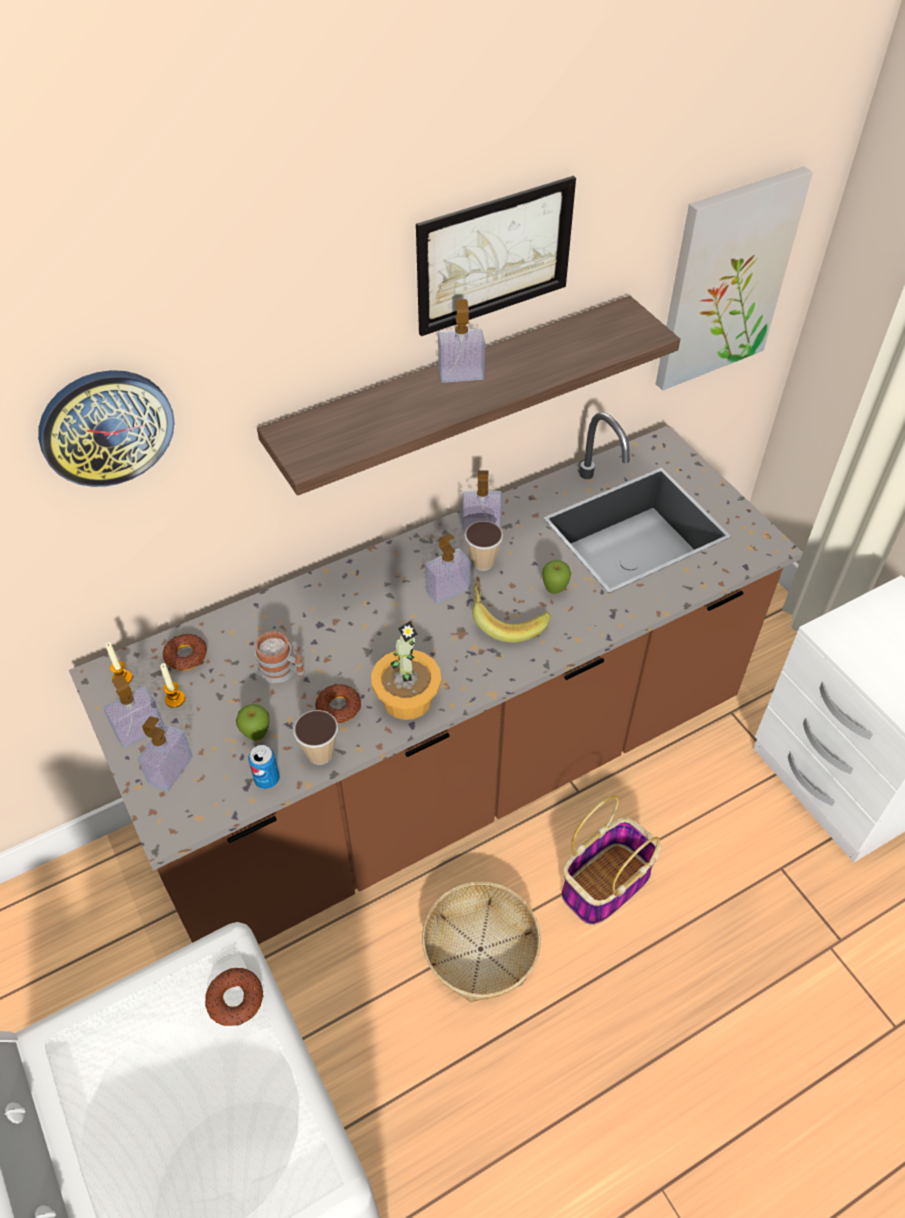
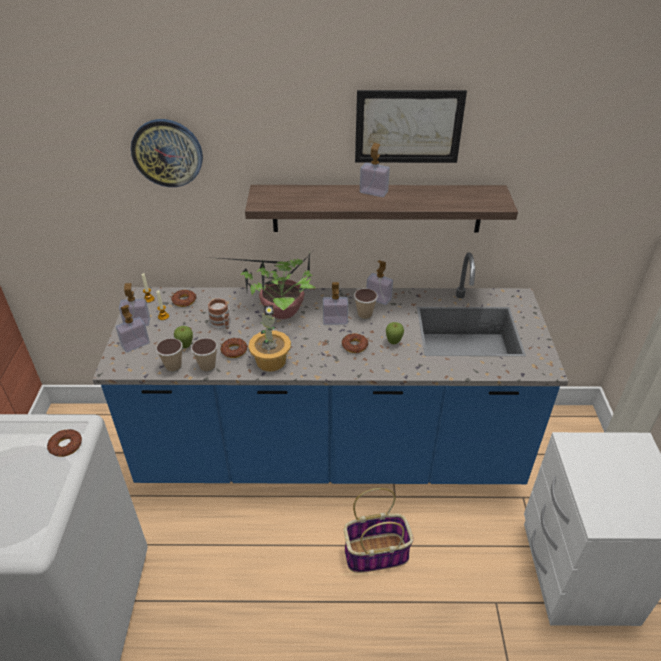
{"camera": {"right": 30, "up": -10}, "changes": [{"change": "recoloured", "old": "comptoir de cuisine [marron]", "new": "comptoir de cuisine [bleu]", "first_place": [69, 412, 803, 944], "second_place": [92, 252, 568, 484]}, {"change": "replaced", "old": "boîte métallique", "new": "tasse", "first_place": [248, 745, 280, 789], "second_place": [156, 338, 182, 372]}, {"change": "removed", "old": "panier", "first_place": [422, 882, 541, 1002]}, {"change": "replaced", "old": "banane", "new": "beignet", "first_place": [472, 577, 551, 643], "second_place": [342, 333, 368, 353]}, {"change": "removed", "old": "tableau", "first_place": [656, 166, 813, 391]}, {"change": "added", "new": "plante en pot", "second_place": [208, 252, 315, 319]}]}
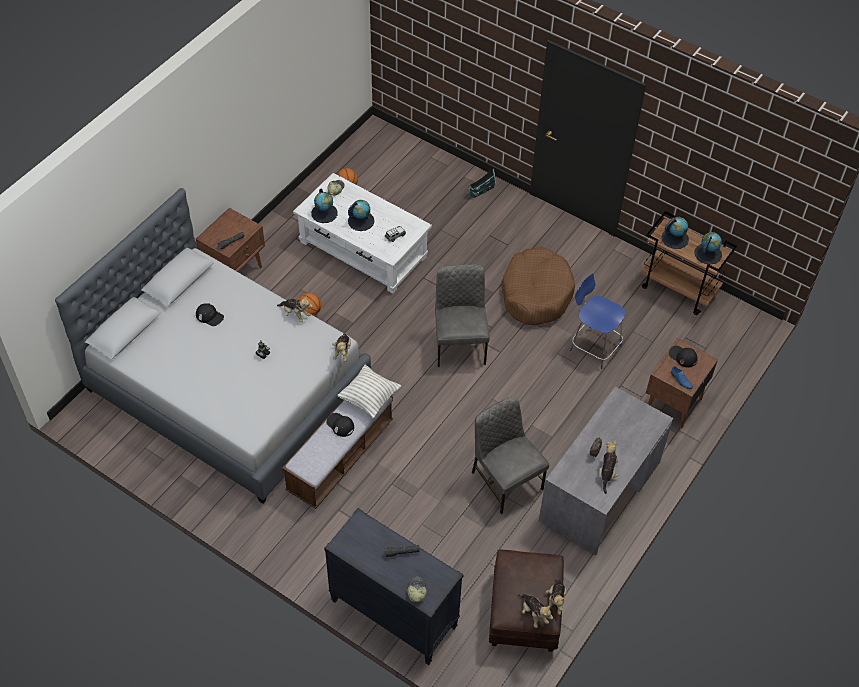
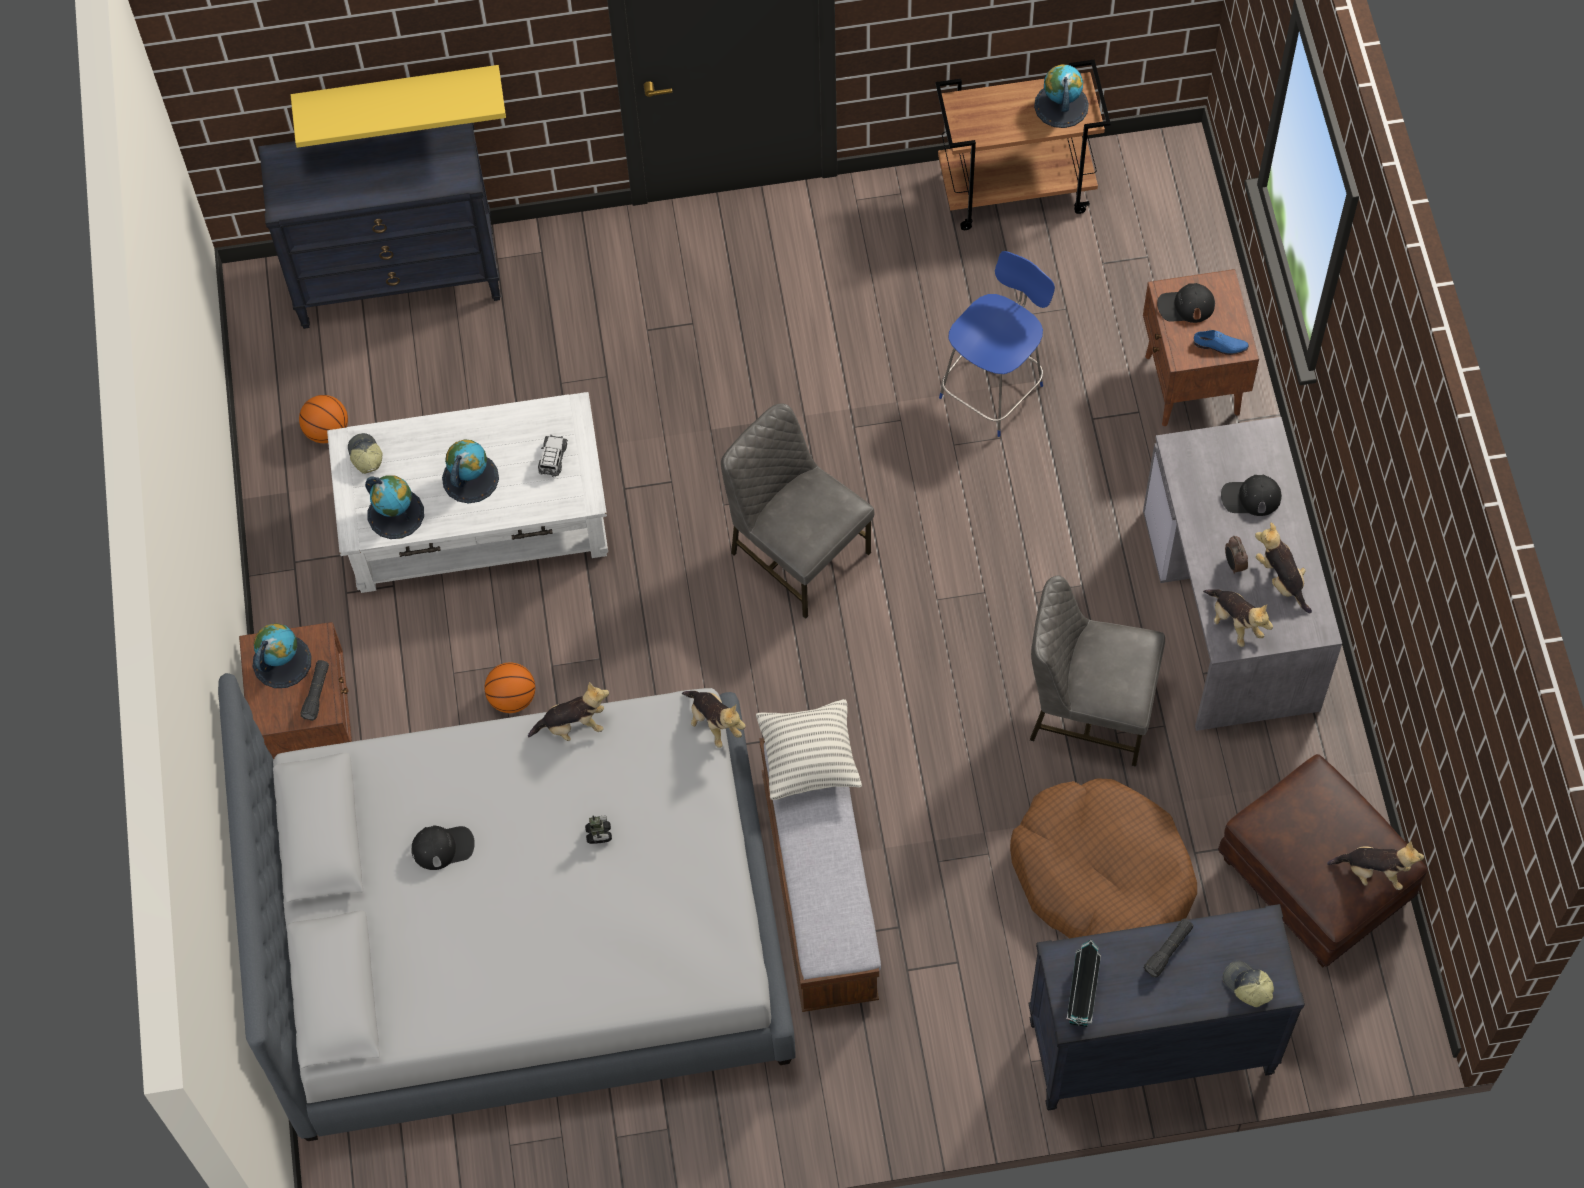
{"camera": {"right": -40, "up": 10}, "changes": [{"change": "moved", "old": "casquette [noir]", "first_place": [326, 413, 354, 437], "second_place": [1221, 474, 1282, 516]}, {"change": "moved", "old": "maison miniature", "first_place": [469, 168, 496, 198], "second_place": [1067, 939, 1101, 1027]}, {"change": "moved", "old": "panier pour chien [marron]", "first_place": [501, 246, 575, 326], "second_place": [1010, 778, 1197, 938]}, {"change": "moved", "old": "peluche", "first_place": [545, 578, 567, 615], "second_place": [1203, 589, 1273, 647]}, {"change": "turned", "old": "chaise [bleu]", "first_place": [570, 273, 625, 369], "second_place": [939, 251, 1055, 437], "degrees": 135}, {"change": "moved", "old": "globe", "first_place": [662, 217, 689, 249], "second_place": [253, 623, 312, 688]}, {"change": "added", "new": "commode [noir]", "second_place": [258, 123, 501, 329]}, {"change": "added", "new": "étagère [jaune]", "second_place": [291, 65, 506, 148]}]}
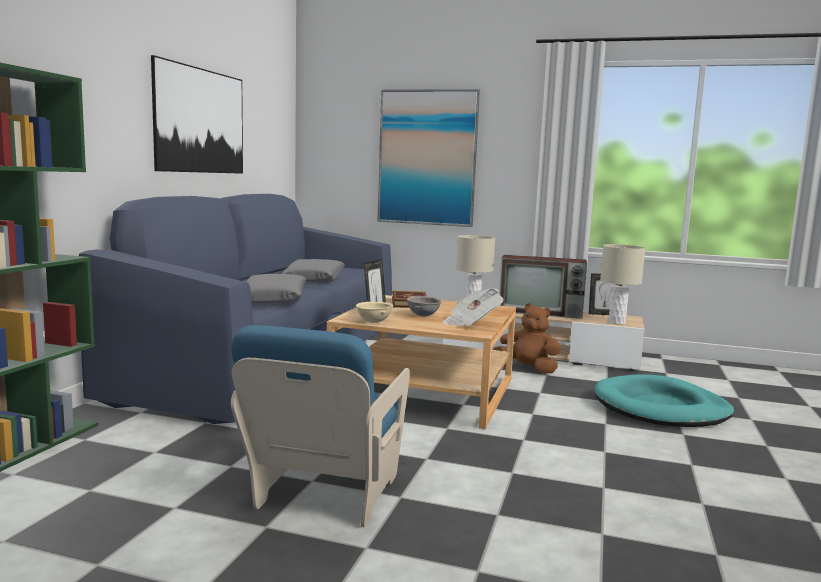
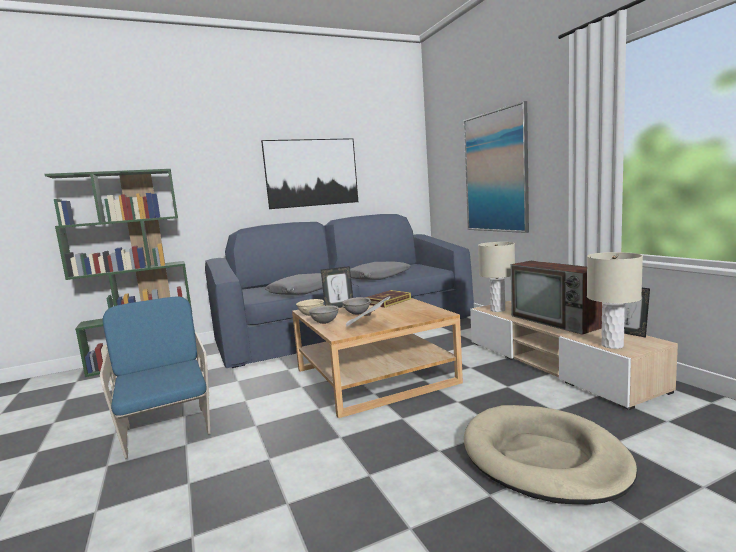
{"camera": {"right": 50, "up": 0}, "changes": [{"change": "turned", "old": "fauteuil [bleu]", "first_place": [231, 325, 410, 527], "second_place": [100, 297, 210, 459], "degrees": 90}, {"change": "removed", "old": "peluche [marron]", "first_place": [493, 303, 561, 373]}, {"change": "recoloured", "old": "panier pour chien [turquoise]", "new": "panier pour chien [beige]", "first_place": [595, 375, 734, 427], "second_place": [464, 405, 637, 504]}, {"change": "added", "new": "bol [gris]", "second_place": [309, 306, 339, 324]}]}
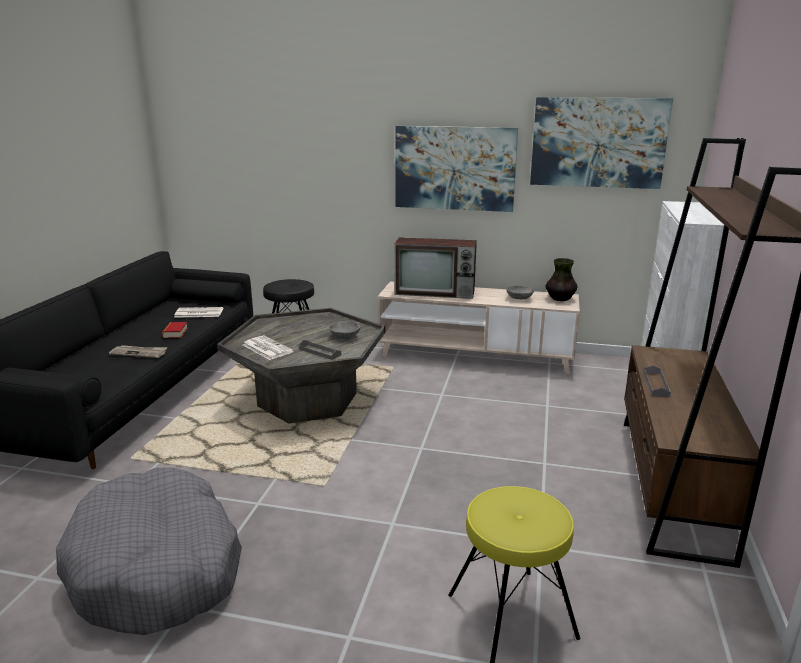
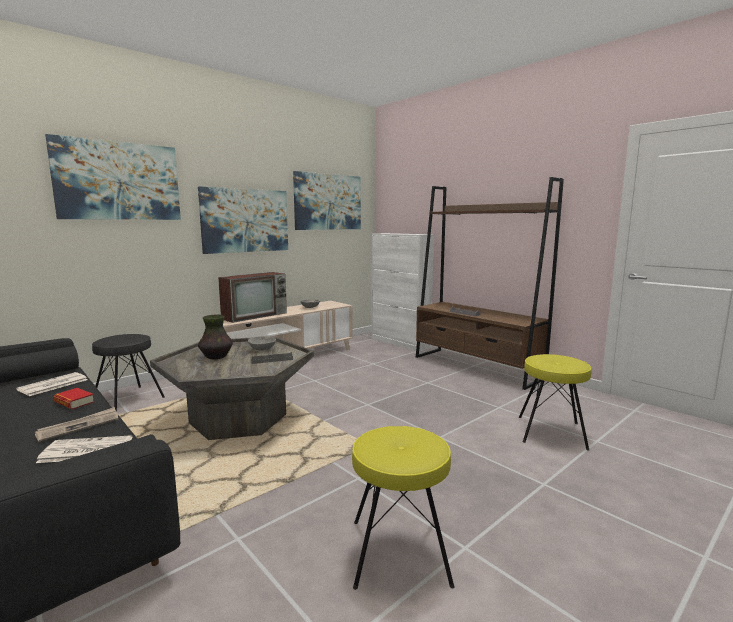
{"camera": {"right": -55, "up": -10}, "changes": [{"change": "replaced", "old": "panier pour chien [gris]", "new": "tabouret [jaune]", "first_place": [56, 467, 242, 635], "second_place": [352, 426, 454, 590]}, {"change": "moved", "old": "journal", "first_place": [243, 336, 293, 360], "second_place": [36, 435, 132, 463]}, {"change": "moved", "old": "vase", "first_place": [545, 258, 578, 301], "second_place": [198, 315, 233, 359]}, {"change": "added", "new": "tableau", "second_place": [45, 134, 181, 220]}]}
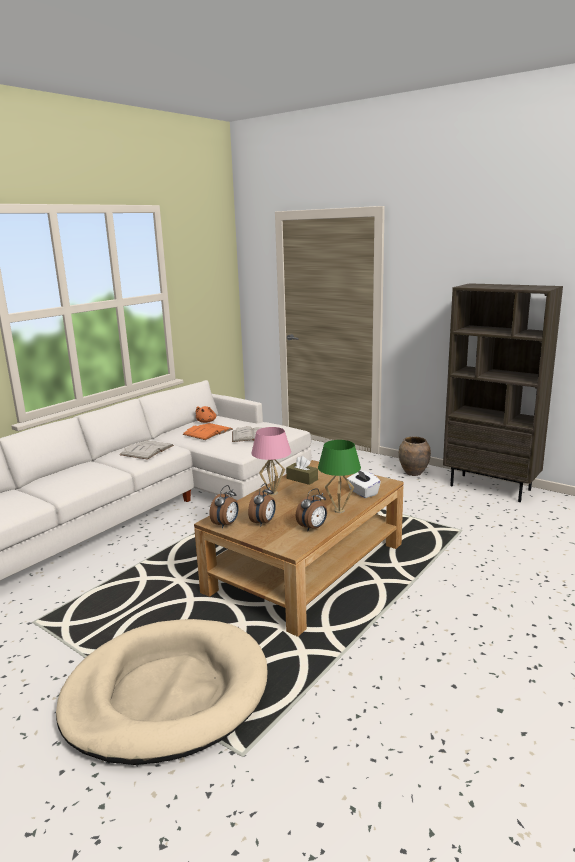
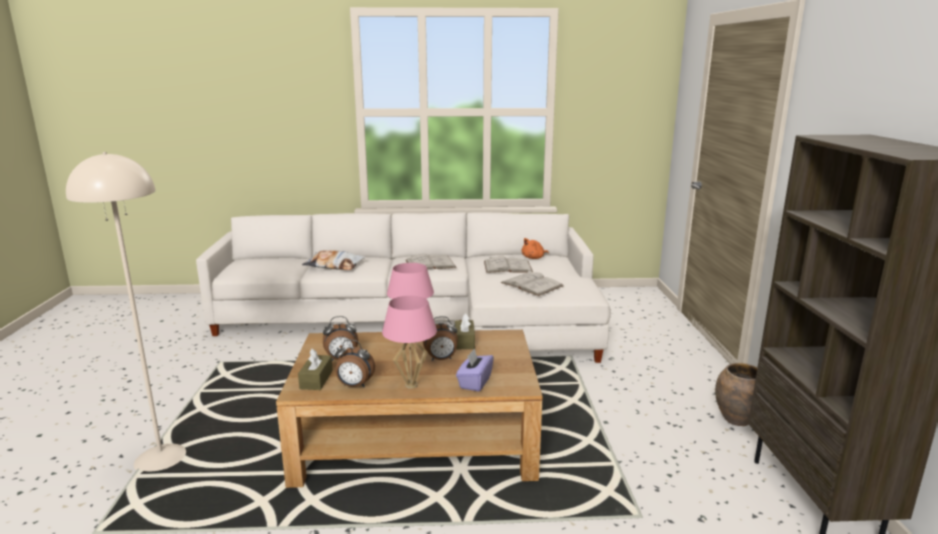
{"camera": {"right": 50, "up": 0}, "changes": [{"change": "replaced", "old": "panier pour chien [beige]", "new": "lampadaire [beige]", "first_place": [56, 619, 268, 765], "second_place": [66, 152, 186, 471]}, {"change": "recoloured", "old": "livre [orange]", "new": "livre [blanc]", "first_place": [182, 423, 233, 440], "second_place": [484, 256, 533, 273]}, {"change": "moved", "old": "réveil", "first_place": [209, 485, 239, 528], "second_place": [423, 316, 458, 361]}, {"change": "recoloured", "old": "lampe de table [vert]", "new": "lampe de table [rose]", "first_place": [318, 440, 361, 513], "second_place": [382, 296, 437, 389]}, {"change": "recoloured", "old": "boîte à mouchoirs [blanc]", "new": "boîte à mouchoirs [violet]", "first_place": [347, 471, 381, 498], "second_place": [456, 348, 494, 392]}, {"change": "added", "new": "boîte à mouchoirs [marron]", "second_place": [298, 348, 333, 390]}, {"change": "added", "new": "coussin", "second_place": [302, 250, 366, 270]}]}
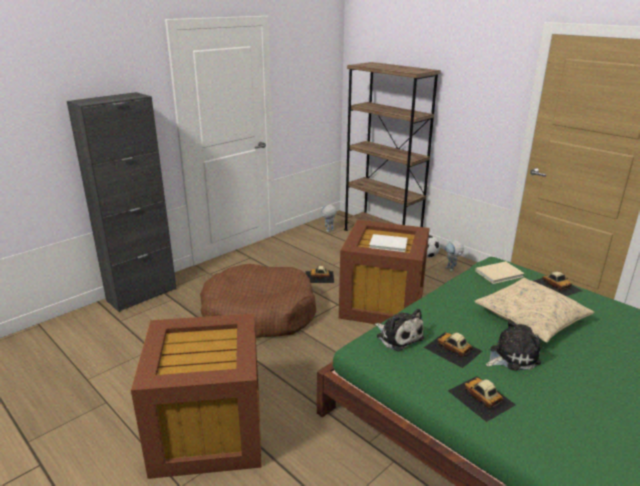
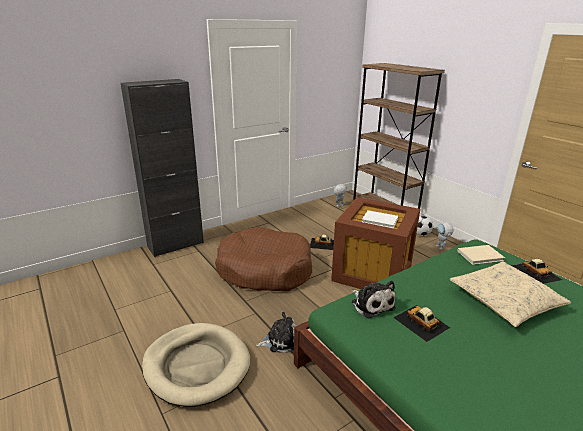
{"camera": {"right": 10, "up": 0}, "changes": [{"change": "replaced", "old": "boîte de rangement [marron]", "new": "panier pour chien [beige]", "first_place": [131, 313, 262, 479], "second_place": [142, 323, 250, 407]}, {"change": "removed", "old": "petite voiture", "first_place": [448, 376, 516, 422]}, {"change": "moved", "old": "peluche", "first_place": [486, 319, 541, 371], "second_place": [256, 312, 296, 353]}]}
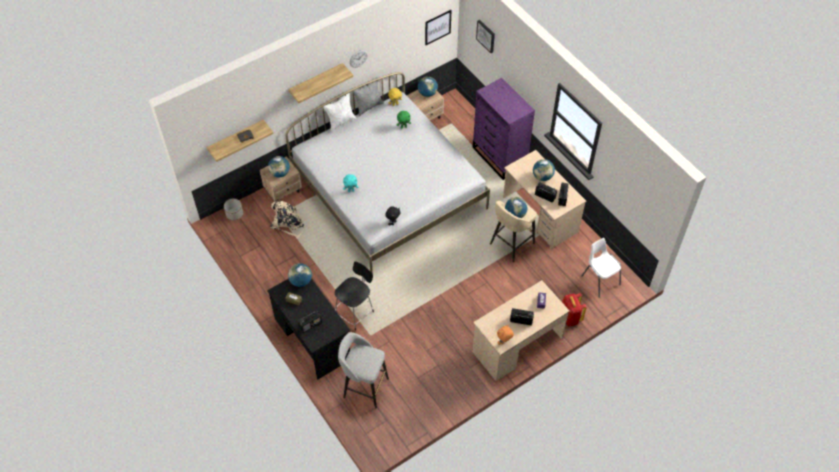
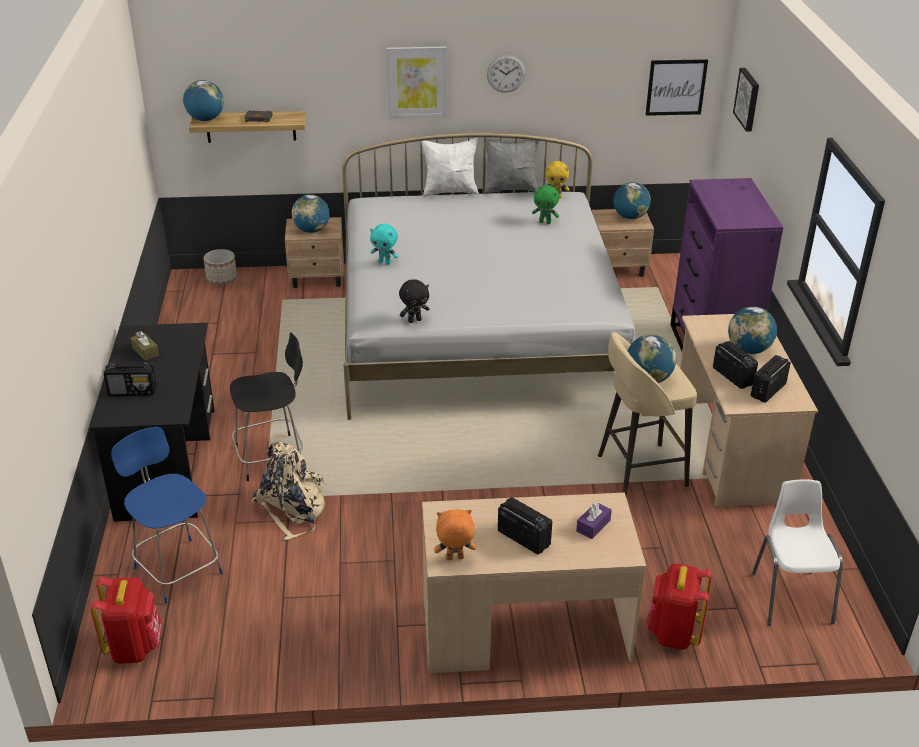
{"camera": {"right": 30, "up": -20}, "changes": [{"change": "moved", "old": "sac à dos [beige]", "first_place": [270, 201, 304, 239], "second_place": [252, 442, 328, 540]}, {"change": "replaced", "old": "étagère", "new": "tableau", "first_place": [288, 63, 353, 103], "second_place": [386, 46, 447, 119]}, {"change": "moved", "old": "globe", "first_place": [288, 263, 312, 287], "second_place": [183, 80, 224, 121]}, {"change": "replaced", "old": "tabouret [gris]", "new": "chaise [bleu]", "first_place": [338, 332, 389, 408], "second_place": [111, 427, 223, 604]}, {"change": "added", "new": "sac à dos [rouge]", "second_place": [90, 577, 162, 664]}]}
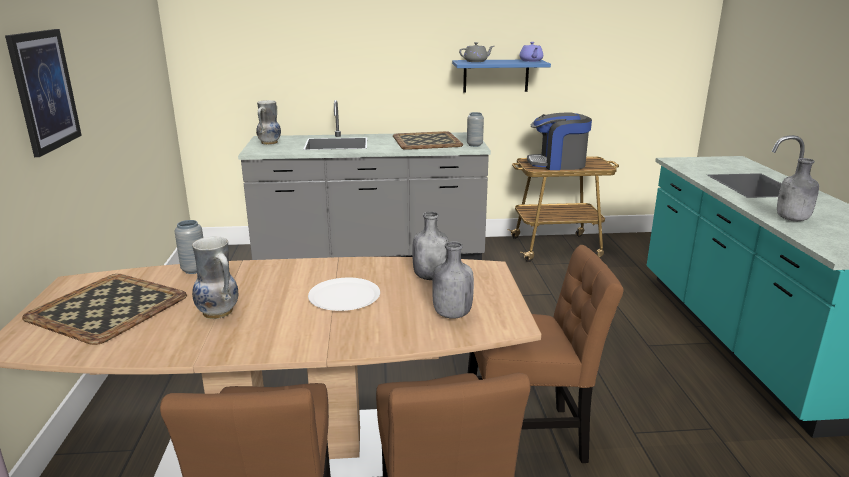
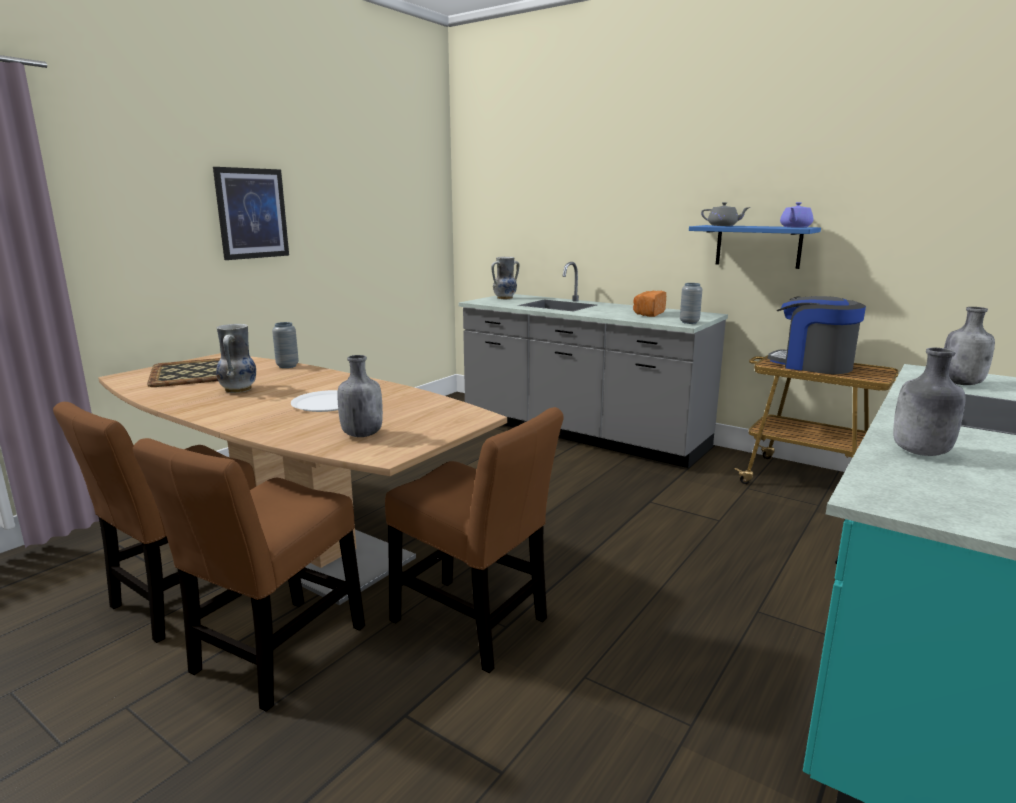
{"camera": {"right": 40, "up": -5}, "changes": [{"change": "replaced", "old": "plateau", "new": "pain", "first_place": [393, 131, 463, 150], "second_place": [633, 291, 666, 317]}, {"change": "moved", "old": "bouteille [gris]", "first_place": [412, 212, 448, 280], "second_place": [944, 307, 995, 385]}]}
